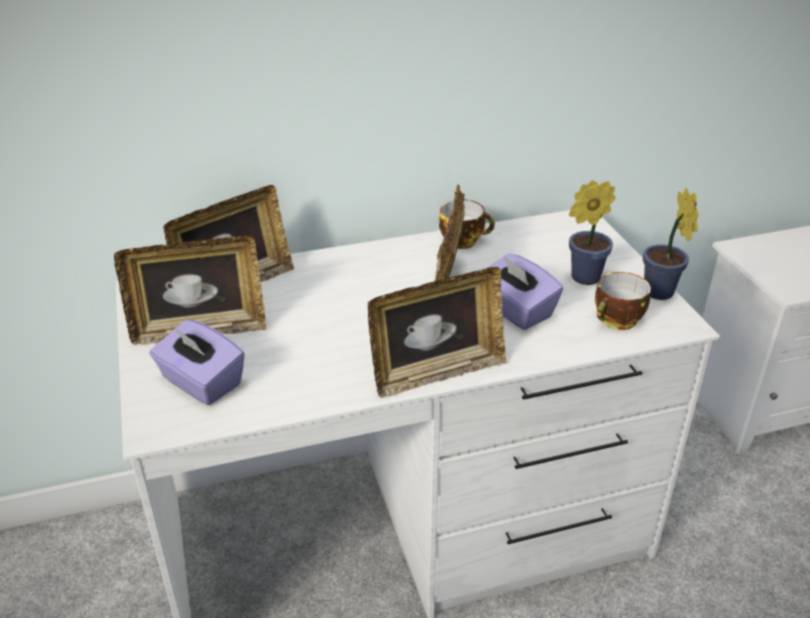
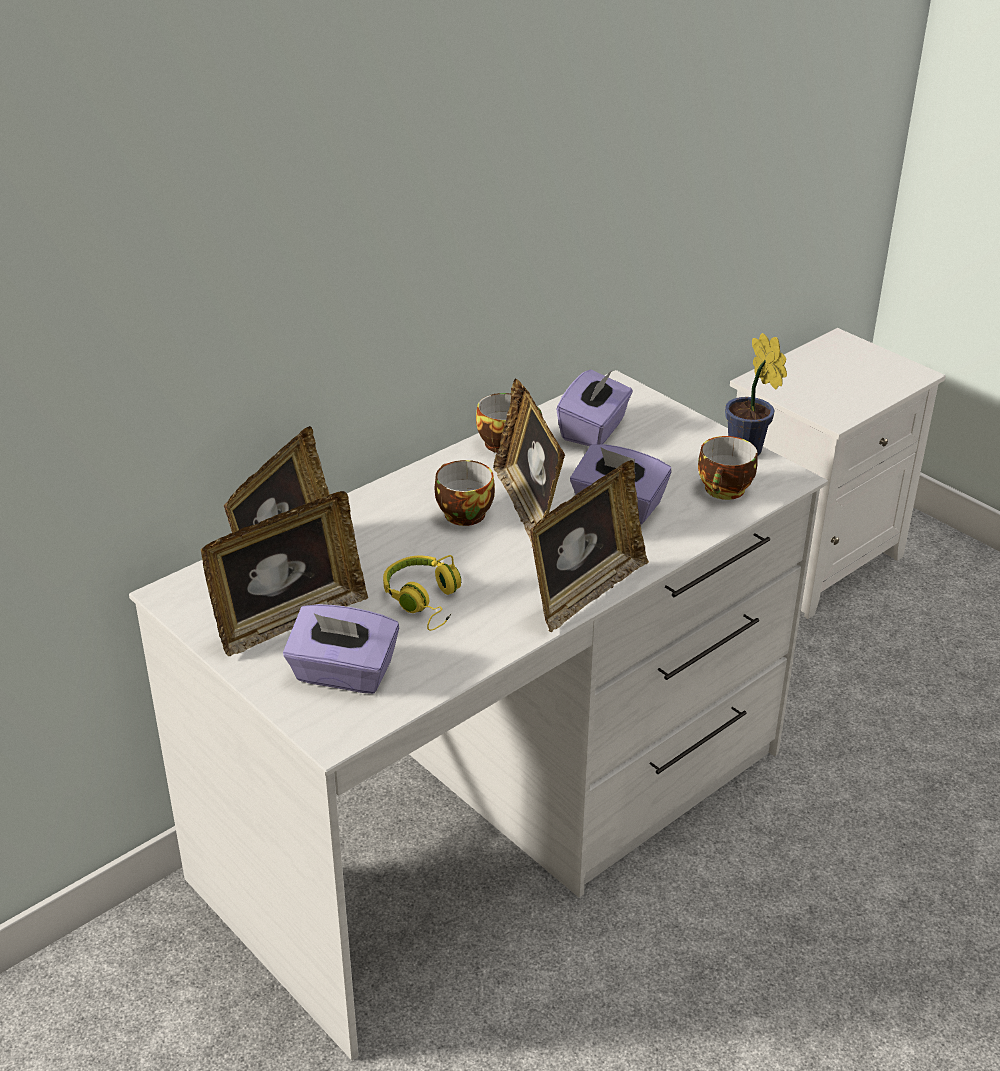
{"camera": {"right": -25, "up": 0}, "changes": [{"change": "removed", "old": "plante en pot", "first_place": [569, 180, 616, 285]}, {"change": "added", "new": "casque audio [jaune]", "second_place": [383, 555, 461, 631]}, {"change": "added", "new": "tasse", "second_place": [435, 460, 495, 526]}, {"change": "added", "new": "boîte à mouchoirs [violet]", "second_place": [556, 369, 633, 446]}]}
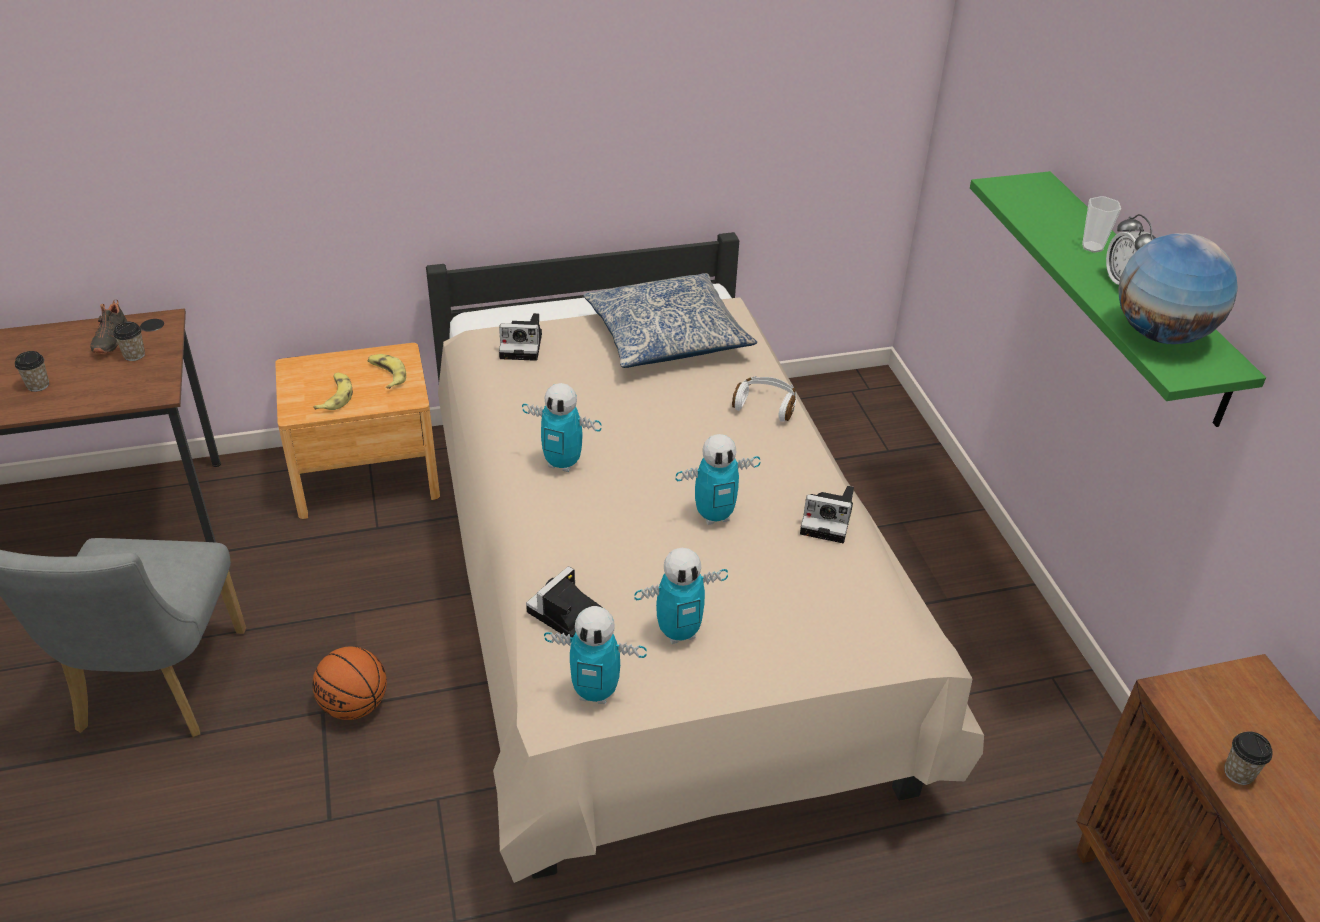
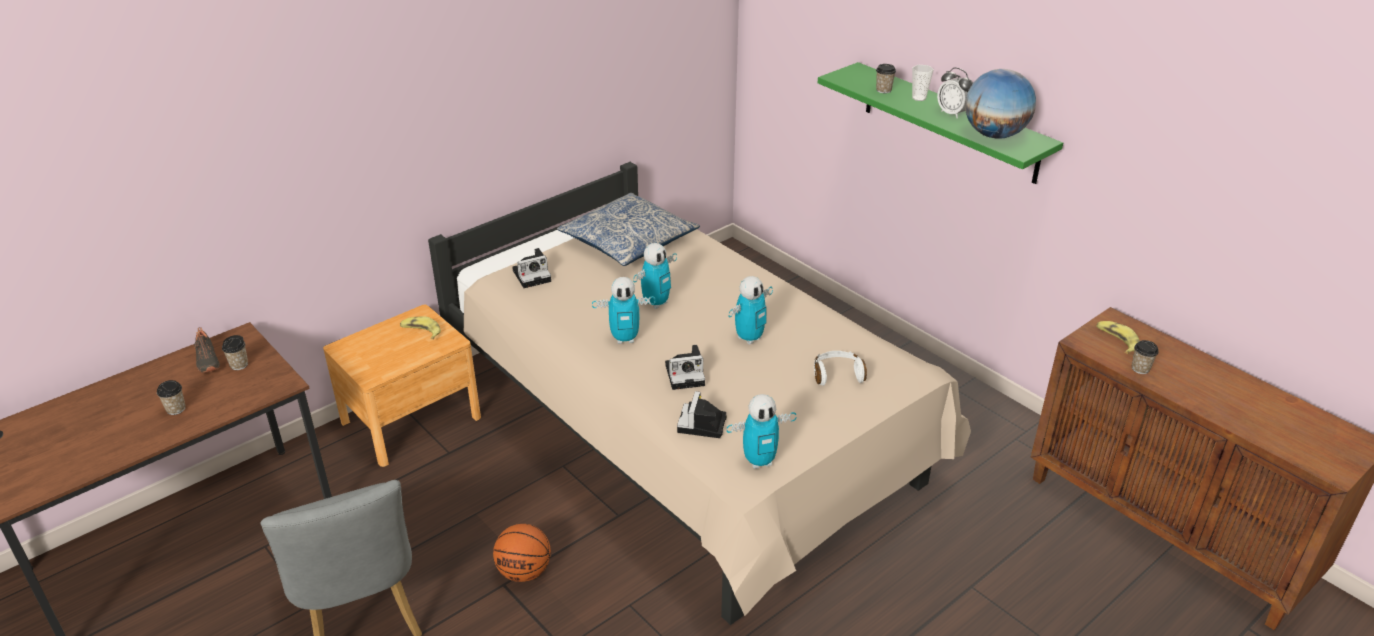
{"camera": {"right": -25, "up": -5}, "changes": [{"change": "moved", "old": "banane", "first_place": [313, 373, 353, 410], "second_place": [1096, 321, 1140, 354]}, {"change": "moved", "old": "robot jouet", "first_place": [634, 548, 728, 644], "second_place": [633, 243, 677, 309]}, {"change": "moved", "old": "casque audio [blanc]", "first_place": [732, 376, 796, 422], "second_place": [814, 351, 867, 386]}, {"change": "moved", "old": "appareil photo", "first_place": [800, 486, 854, 543], "second_place": [665, 345, 705, 390]}, {"change": "added", "new": "tasse", "second_place": [876, 64, 896, 93]}]}
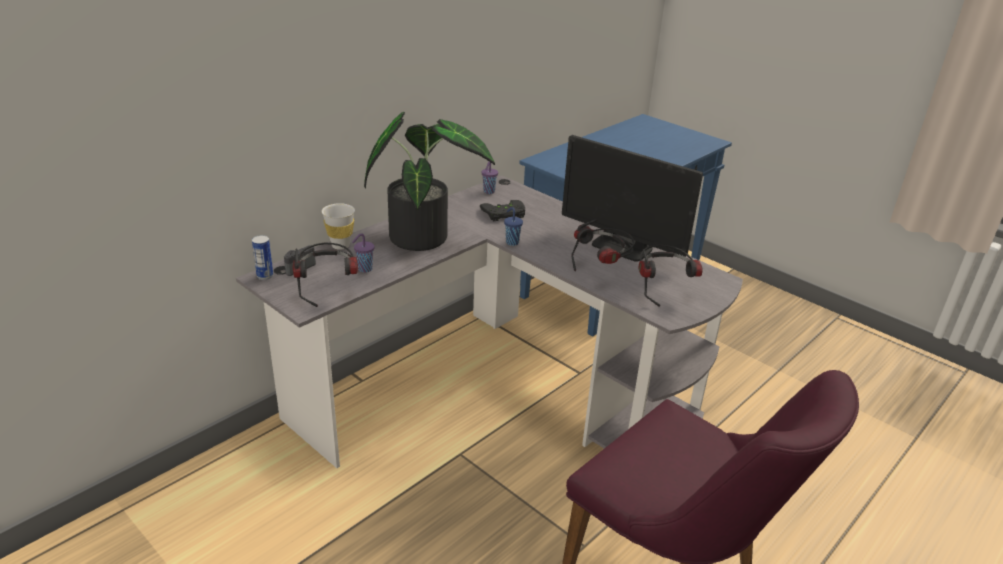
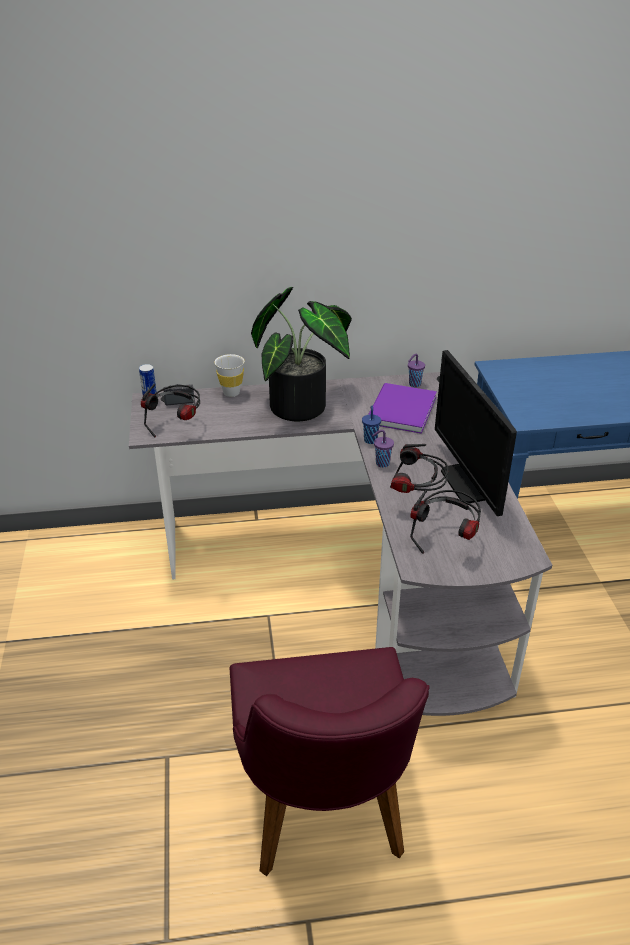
{"camera": {"right": 40, "up": 5}, "changes": [{"change": "moved", "old": "tasse [violet]", "first_place": [352, 233, 374, 273], "second_place": [372, 430, 394, 467]}, {"change": "replaced", "old": "manette [noir]", "new": "livre [violet]", "first_place": [480, 200, 525, 221], "second_place": [368, 383, 437, 434]}]}
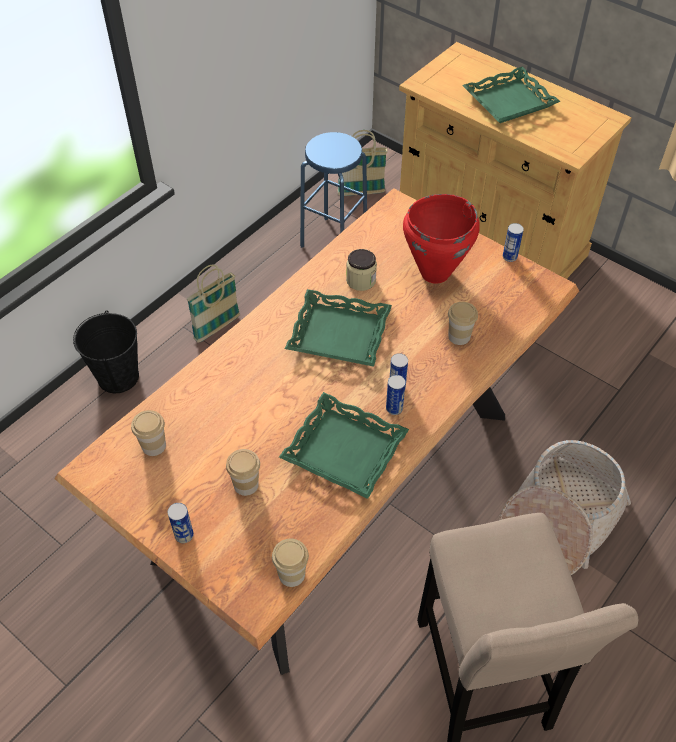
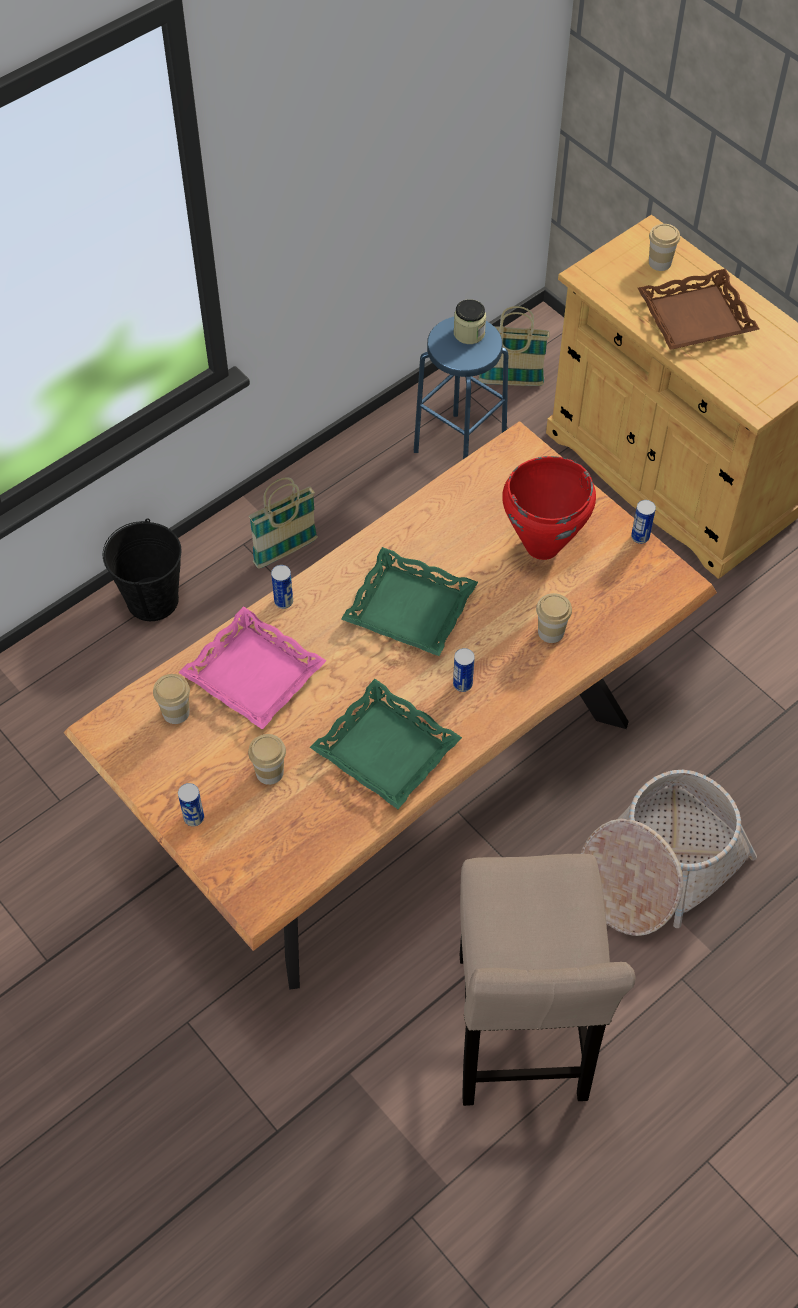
{"camera": {"right": 10, "up": 5}, "changes": [{"change": "moved", "old": "tasse", "first_place": [272, 539, 309, 587], "second_place": [649, 224, 680, 271]}, {"change": "moved", "old": "bocal", "first_place": [346, 249, 377, 291], "second_place": [454, 299, 486, 344]}, {"change": "moved", "old": "boîte métallique", "first_place": [386, 375, 406, 415], "second_place": [271, 565, 293, 609]}, {"change": "recoloured", "old": "plateau [vert]", "new": "plateau [marron]", "first_place": [462, 67, 560, 123], "second_place": [638, 269, 759, 350]}, {"change": "added", "new": "plateau [rose]", "second_place": [178, 606, 326, 729]}]}
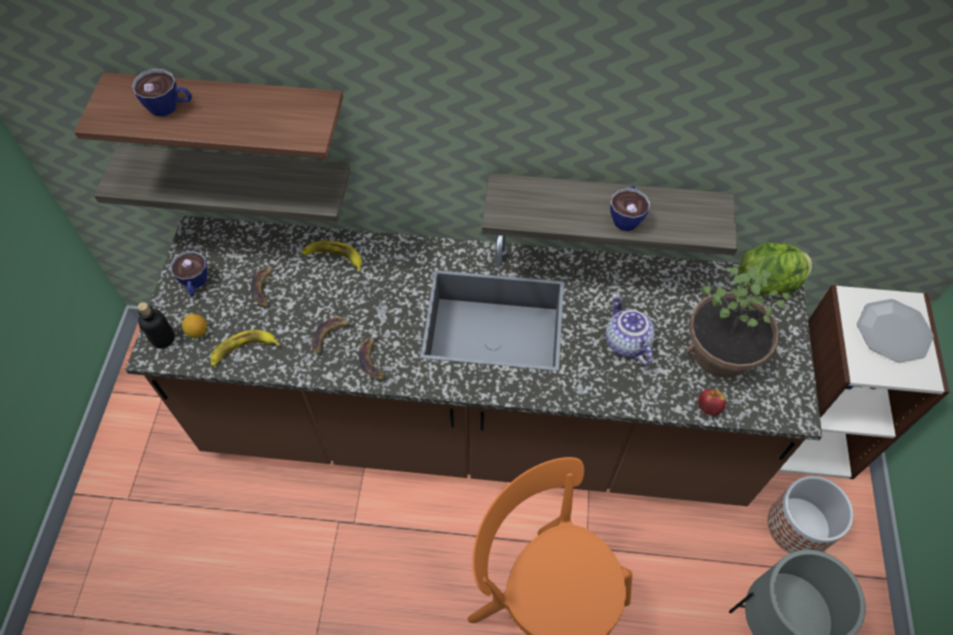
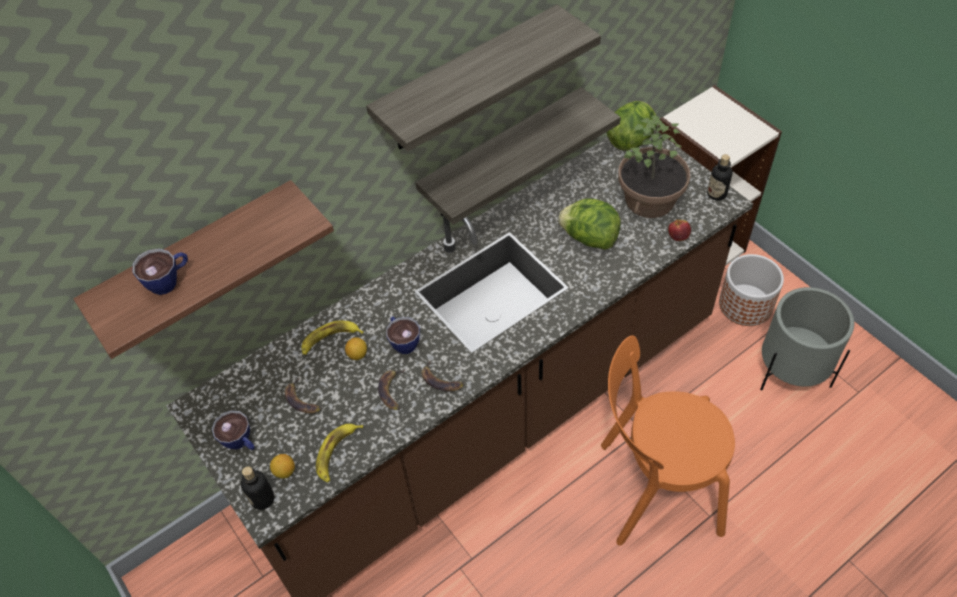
{"camera": {"right": -40, "up": -5}, "changes": [{"change": "moved", "old": "étagère", "first_place": [94, 145, 350, 223], "second_place": [366, 5, 601, 152]}, {"change": "replaced", "old": "théière", "new": "laitue", "first_place": [606, 293, 654, 365], "second_place": [558, 198, 621, 250]}, {"change": "moved", "old": "tasse", "first_place": [610, 186, 650, 231], "second_place": [386, 317, 420, 354]}, {"change": "removed", "old": "assiette", "first_place": [857, 299, 934, 363]}, {"change": "added", "new": "citron", "second_place": [345, 337, 367, 360]}, {"change": "added", "new": "bouteille", "second_place": [707, 154, 733, 201]}]}
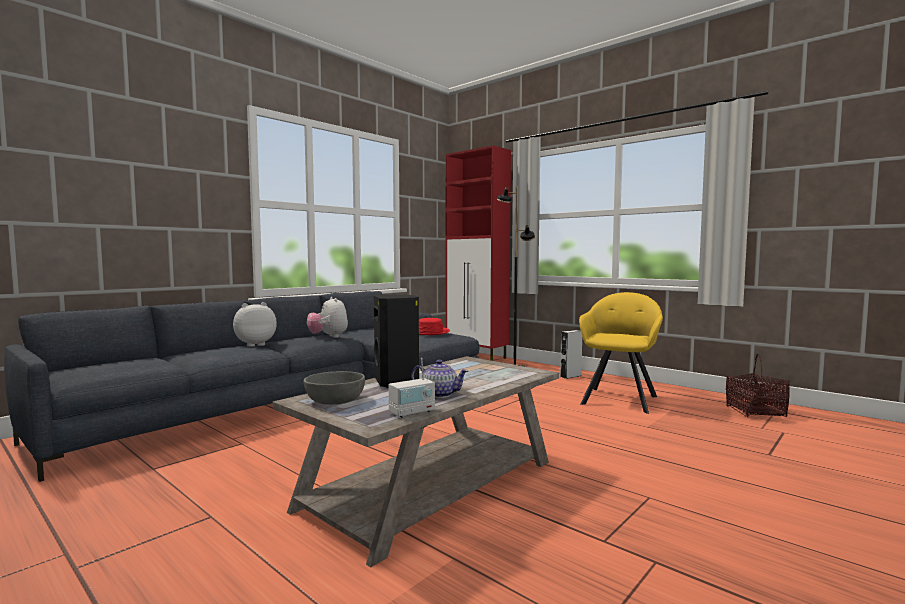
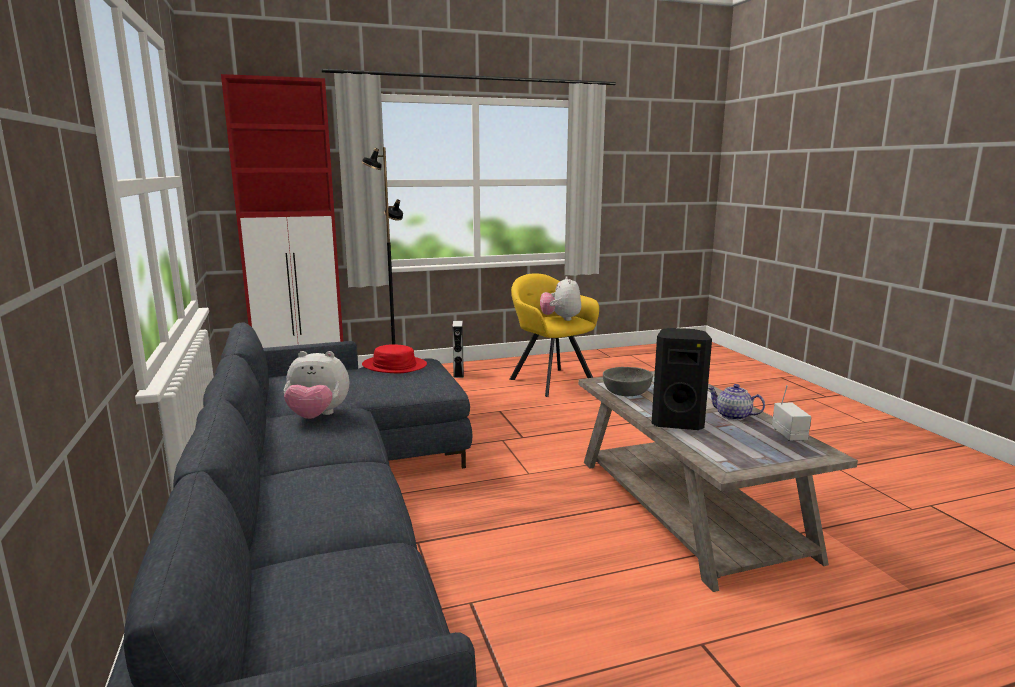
{"camera": {"right": -60, "up": 10}, "changes": [{"change": "moved", "old": "peluche", "first_place": [233, 302, 277, 346], "second_place": [540, 276, 581, 321]}, {"change": "moved", "old": "bol [gris]", "first_place": [303, 371, 365, 404], "second_place": [603, 367, 653, 396]}, {"change": "turned", "old": "théière", "first_place": [411, 360, 468, 398], "second_place": [708, 384, 765, 420], "degrees": -105}, {"change": "removed", "old": "panier", "first_place": [726, 354, 790, 417]}]}
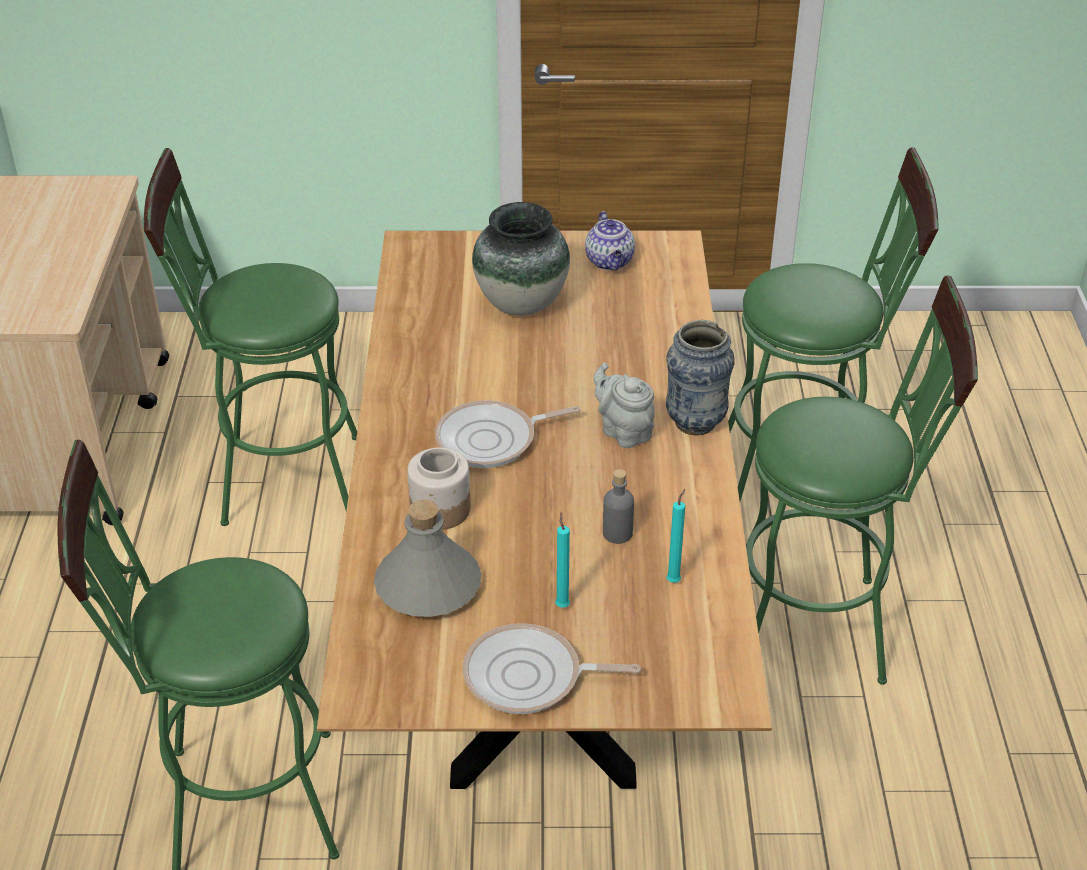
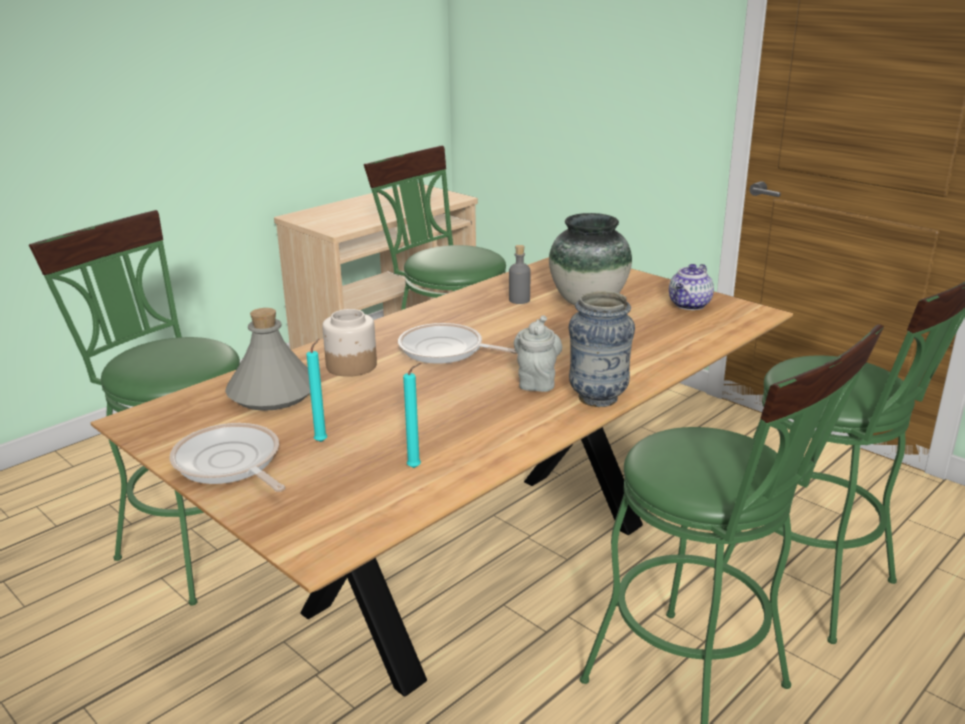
{"camera": {"right": 45, "up": -15}, "changes": [{"change": "moved", "old": "bouteille [gris]", "first_place": [603, 469, 634, 544], "second_place": [509, 245, 530, 304]}]}
